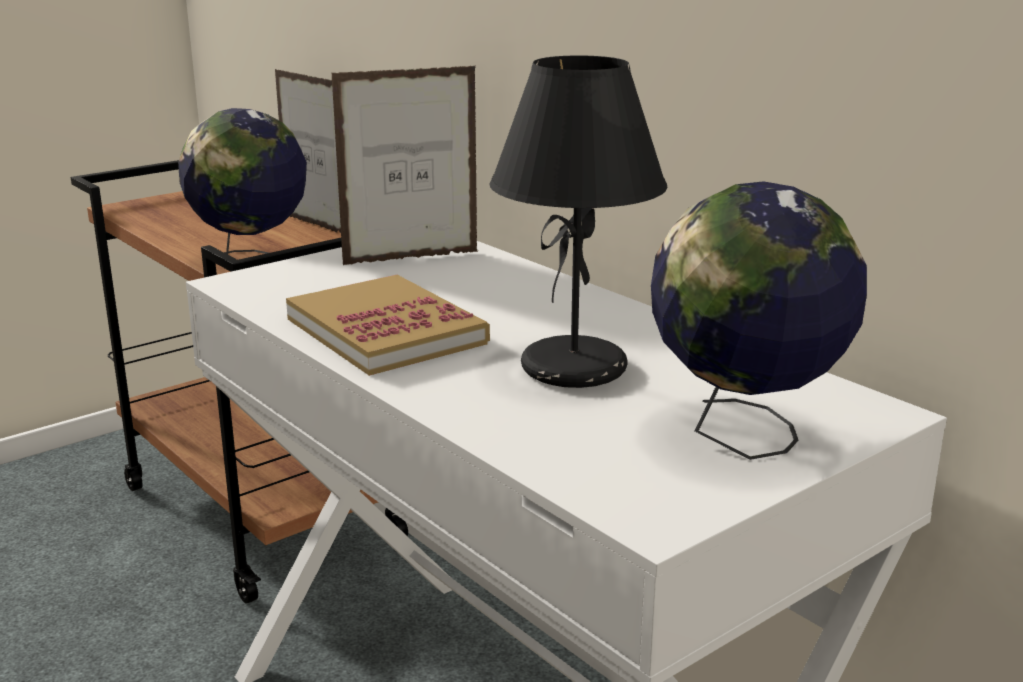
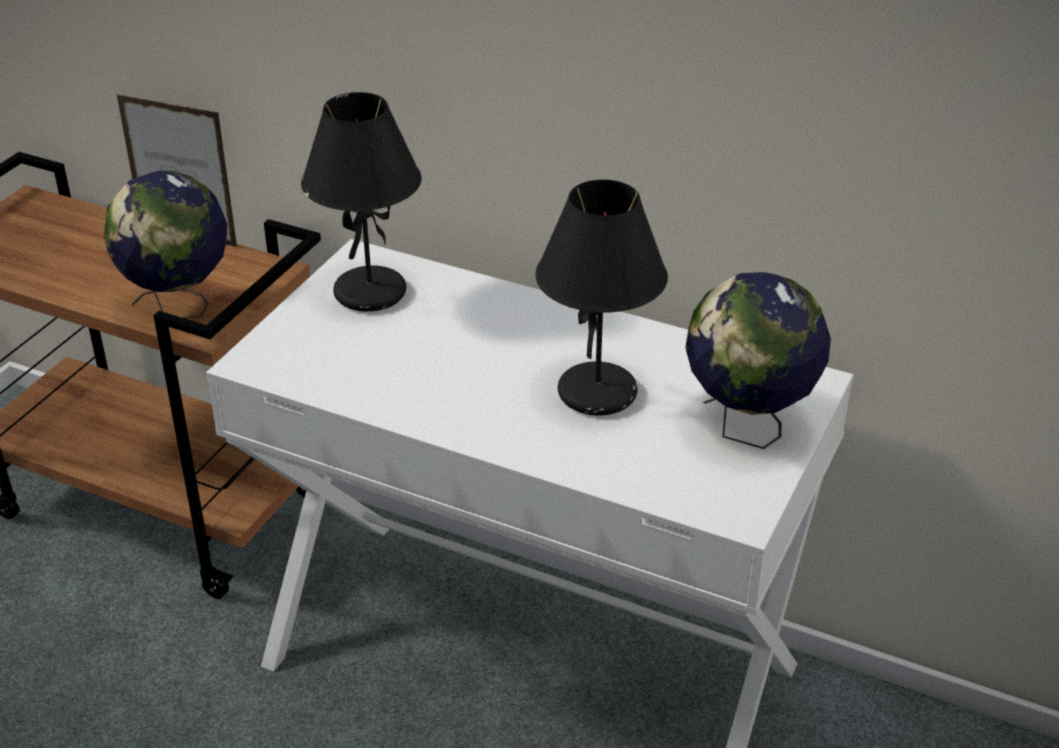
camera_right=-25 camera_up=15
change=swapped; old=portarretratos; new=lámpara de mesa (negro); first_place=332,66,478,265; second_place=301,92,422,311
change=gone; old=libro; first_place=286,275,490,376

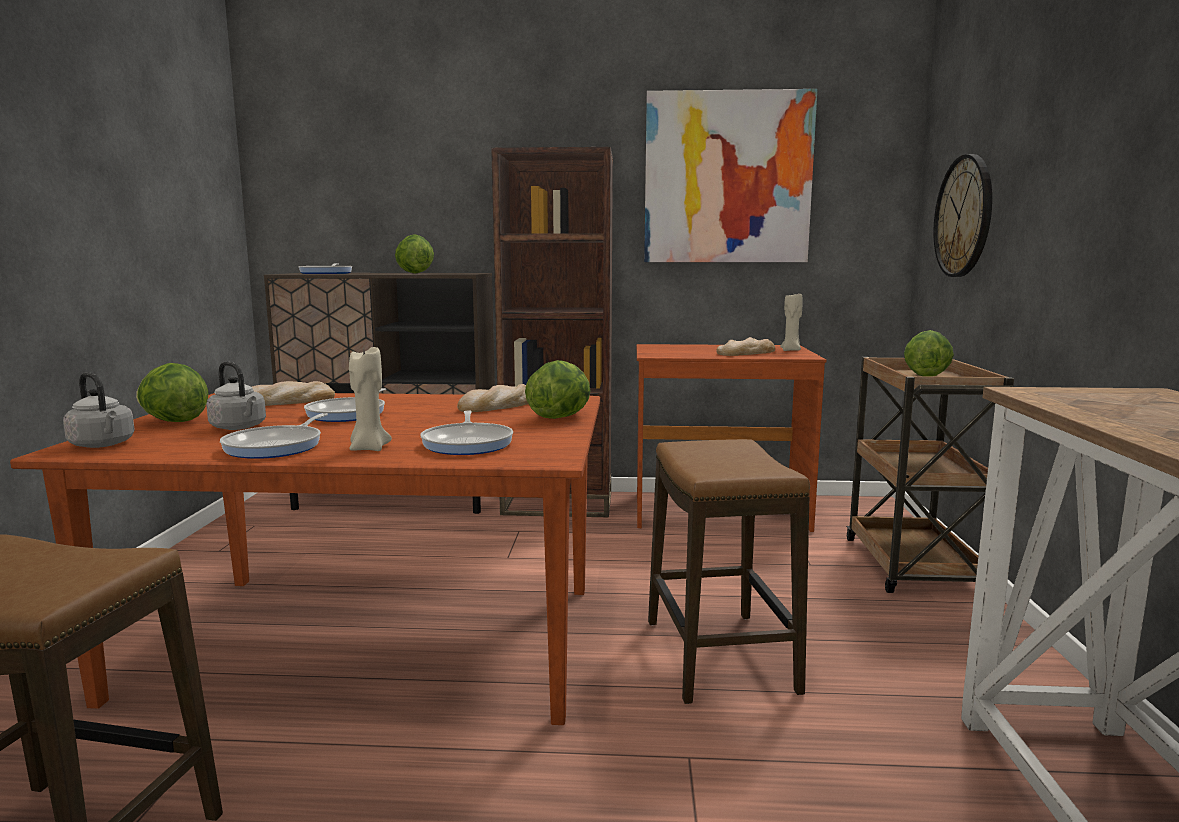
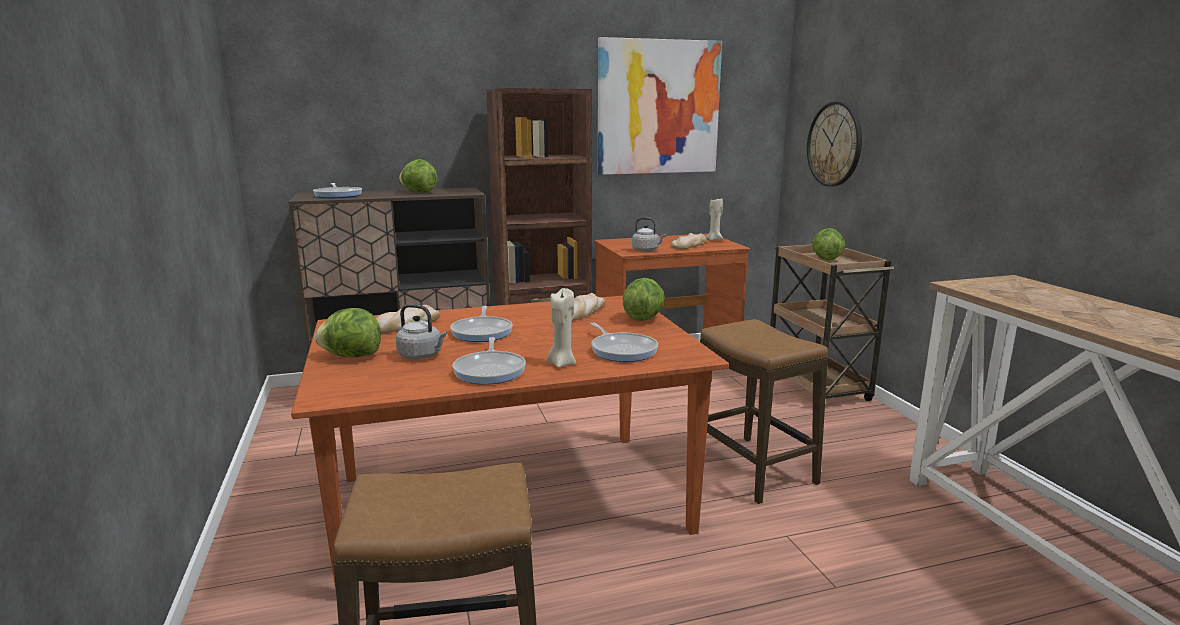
camera_right=-20 camera_up=5
change=shifted; old=hervidor (gris); first_place=63,372,135,448; second_place=632,217,666,252

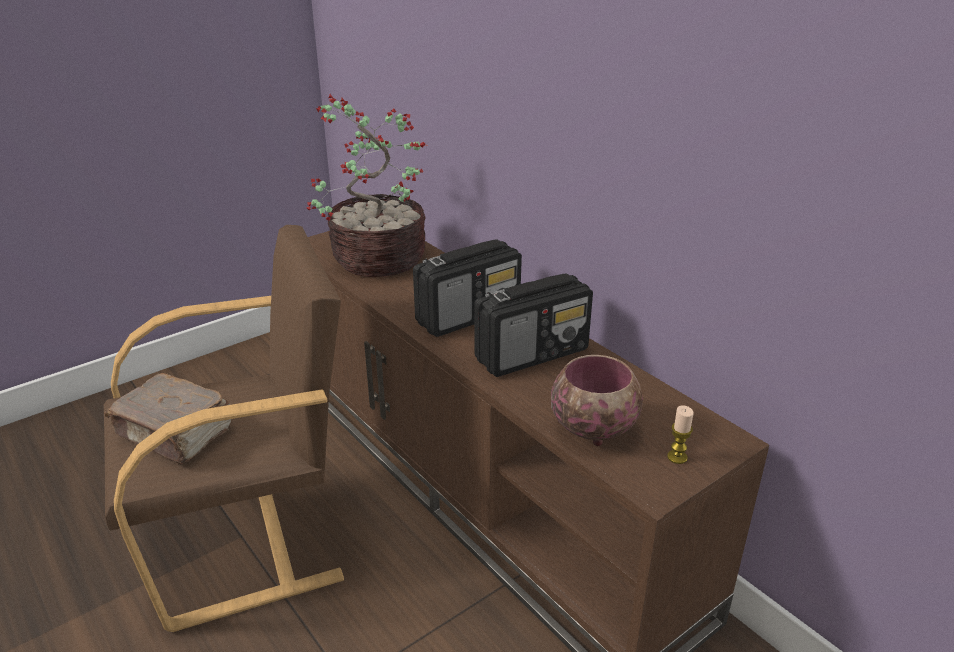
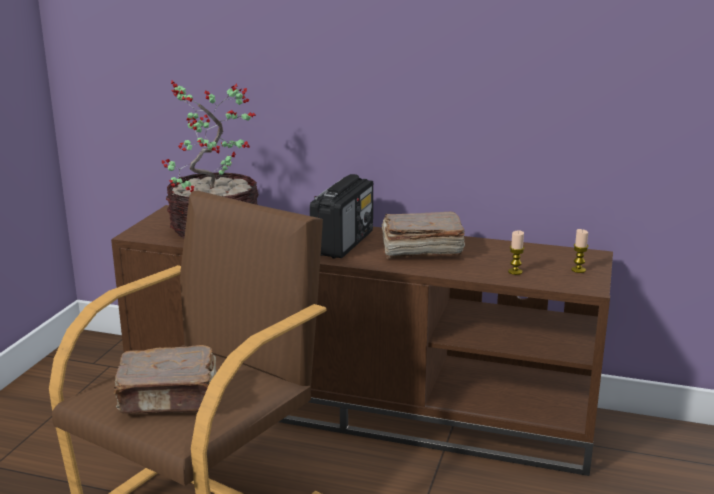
camera_right=-35 camera_up=-10
change=swapped; old=radio; new=libro (marrón); first_place=474,273,593,377; second_place=382,212,465,259
change=swapped; old=cuenco; new=vela; first_place=551,355,643,446; second_place=508,230,524,275

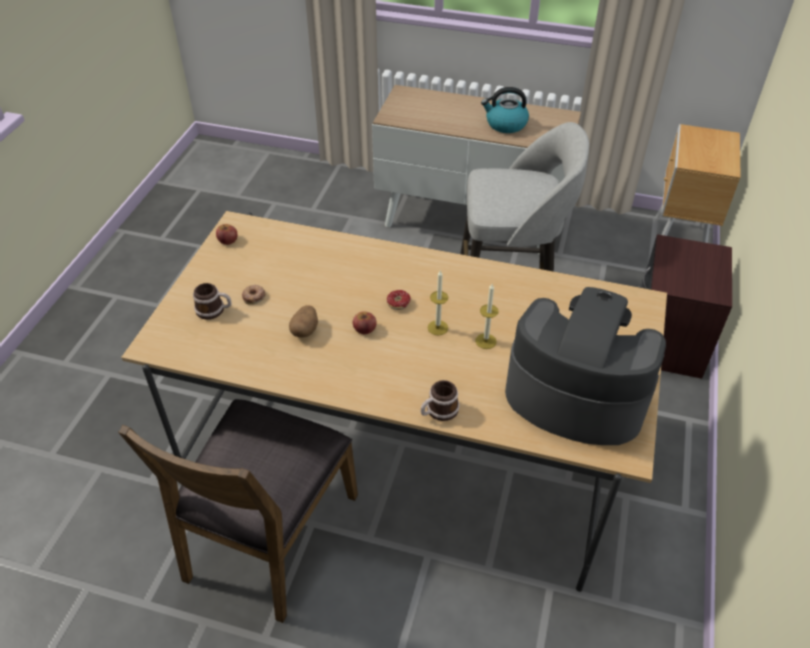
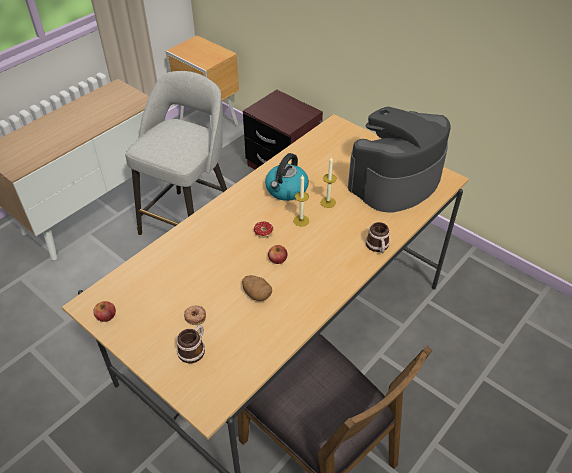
camera_right=-65 camera_up=0
change=shifted; old=hervidor; first_place=481,87,529,133; second_place=265,153,309,201

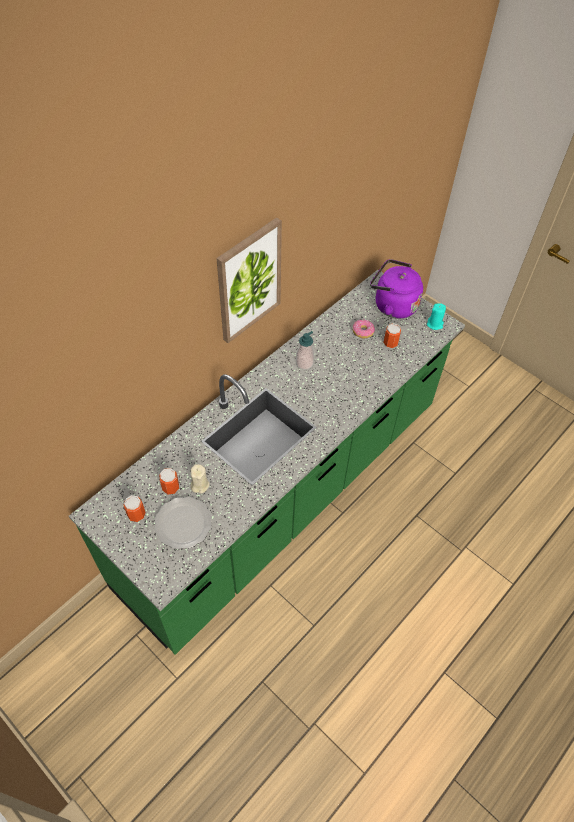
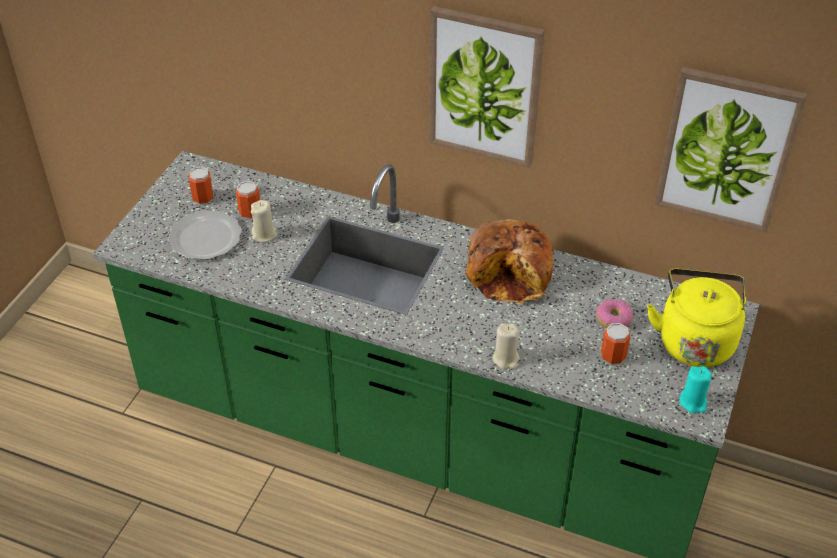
camera_right=70 camera_up=-10
change=repainted; old=hervidor (morado); new=hervidor (amarillo); first_place=370,259,423,319; second_place=647,269,746,367
change=swapped; old=dispensador de jabón; new=pan; first_place=296,331,314,370; second_place=465,219,553,304
change=new; new=cuadro; second_place=655,67,807,233
change=new; new=vela (beis); second_place=493,323,520,369

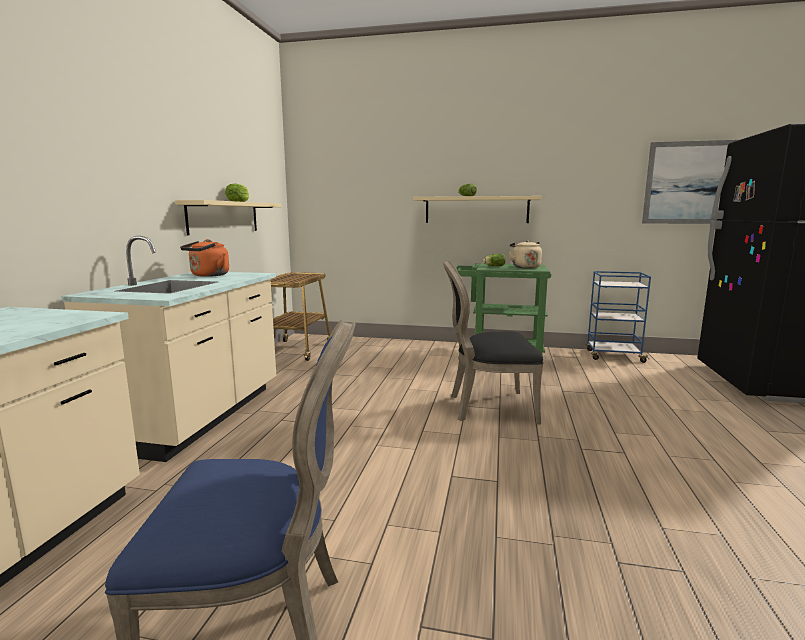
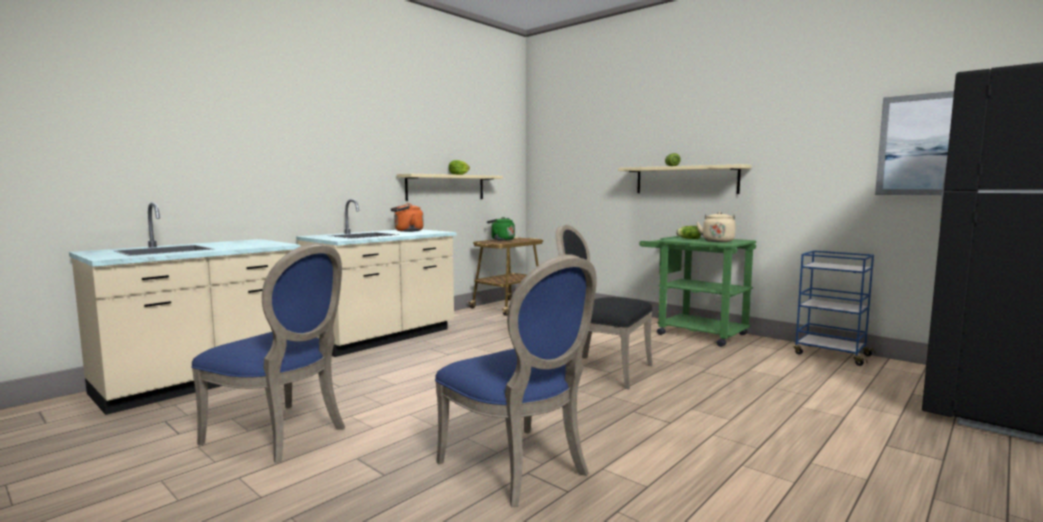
camera_right=30 camera_up=-5
change=new; new=hervidor (verde); second_place=487,217,515,241
change=new; new=silla (azul); second_place=435,254,597,507

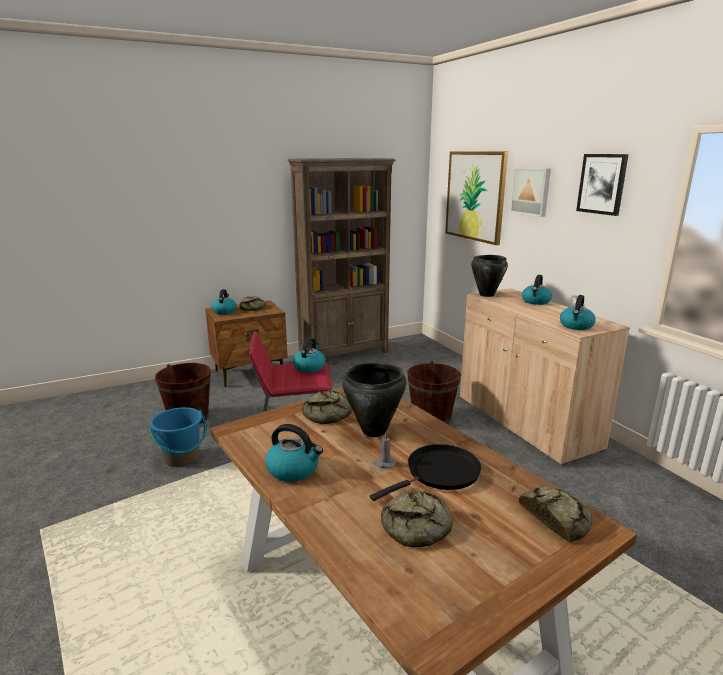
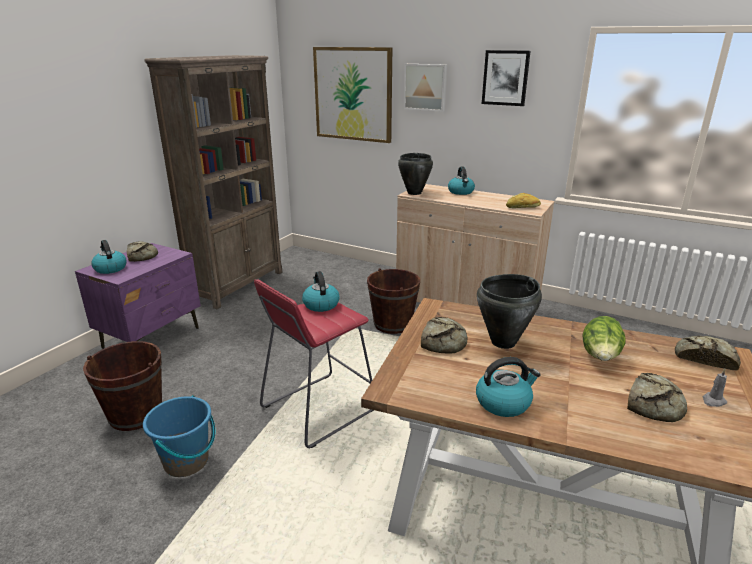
camera_right=-35 camera_up=5
change=swapped; old=hervidor; new=pan; first_place=560,295,596,330; second_place=506,193,541,208
change=repainted; old=mesita de noche (marrón); new=mesita de noche (morado); first_place=205,301,288,387; second_place=75,243,201,349
change=shifted; old=vela (gris); first_place=373,433,396,468; second_place=703,369,727,407
change=swapped; old=sartén (negro); new=lechuga; first_place=370,444,481,501; second_place=582,316,626,361

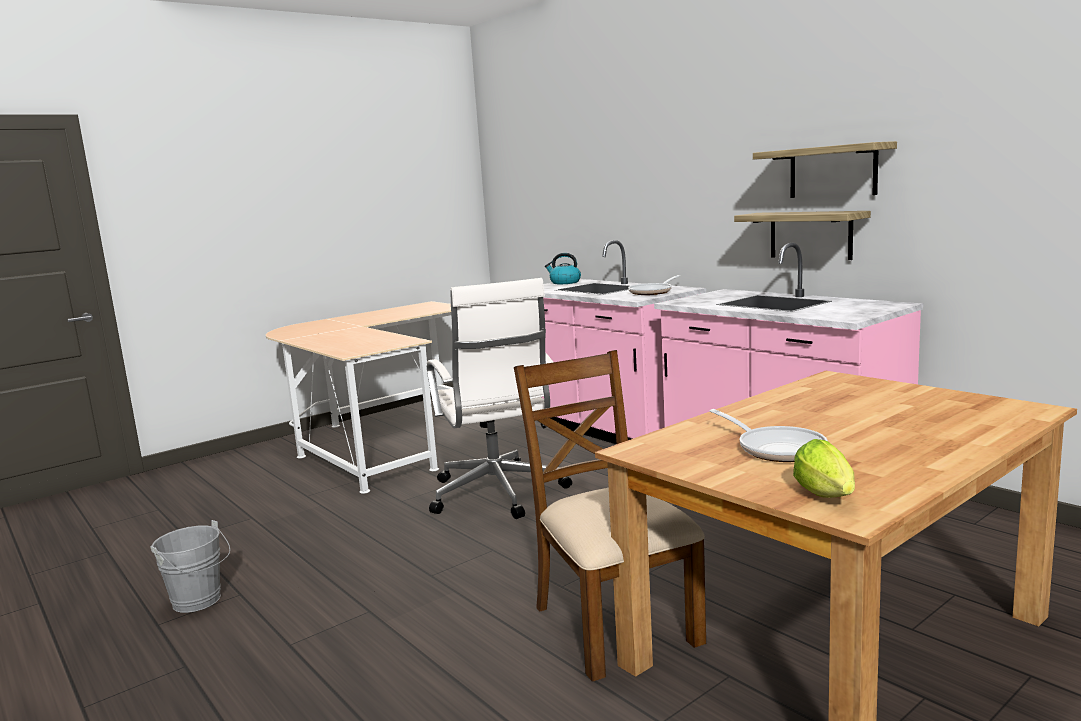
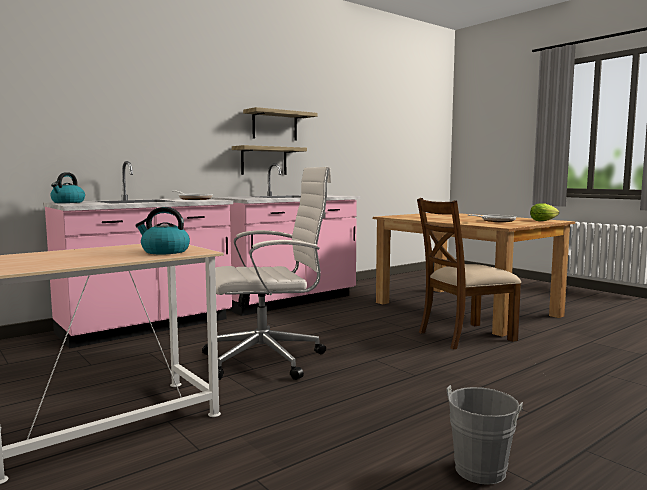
camera_right=-90 camera_up=-5
change=new; new=hervidor; second_place=135,207,190,254

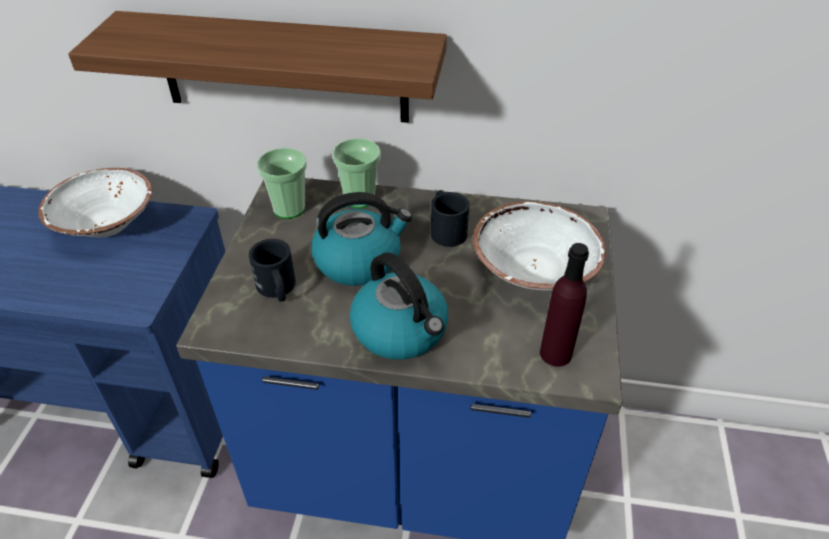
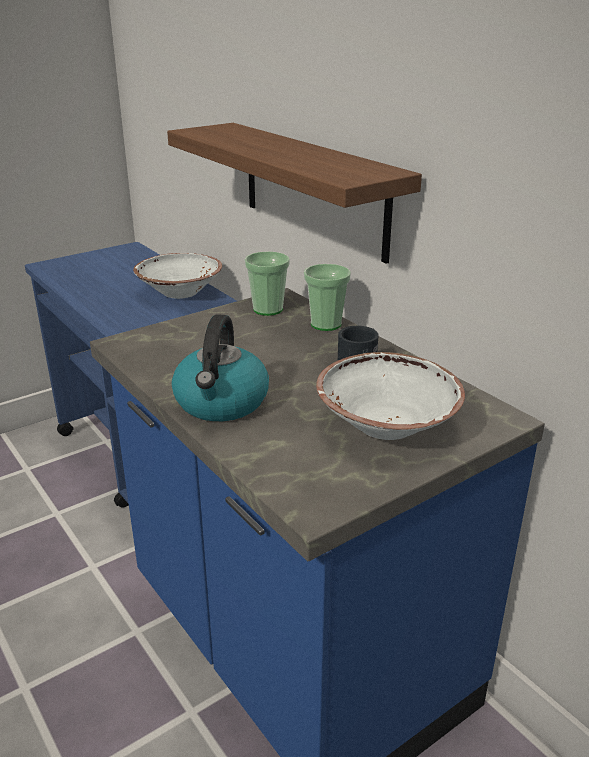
camera_right=45 camera_up=-15
change=gone; old=hervidor; first_place=311,192,412,286
change=gone; old=taza grande (negro); first_place=249,239,296,302
change=gone; old=botella (morado); first_place=540,243,589,367

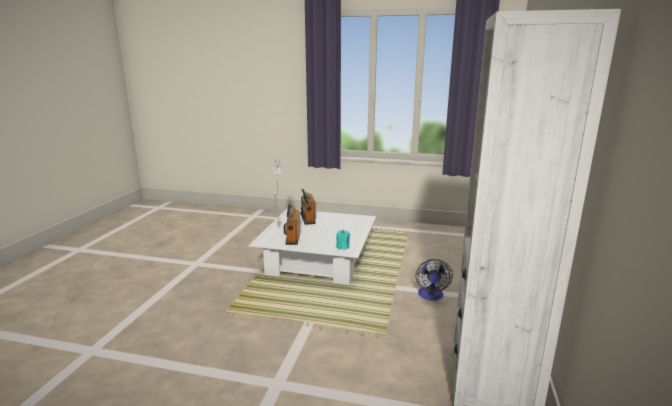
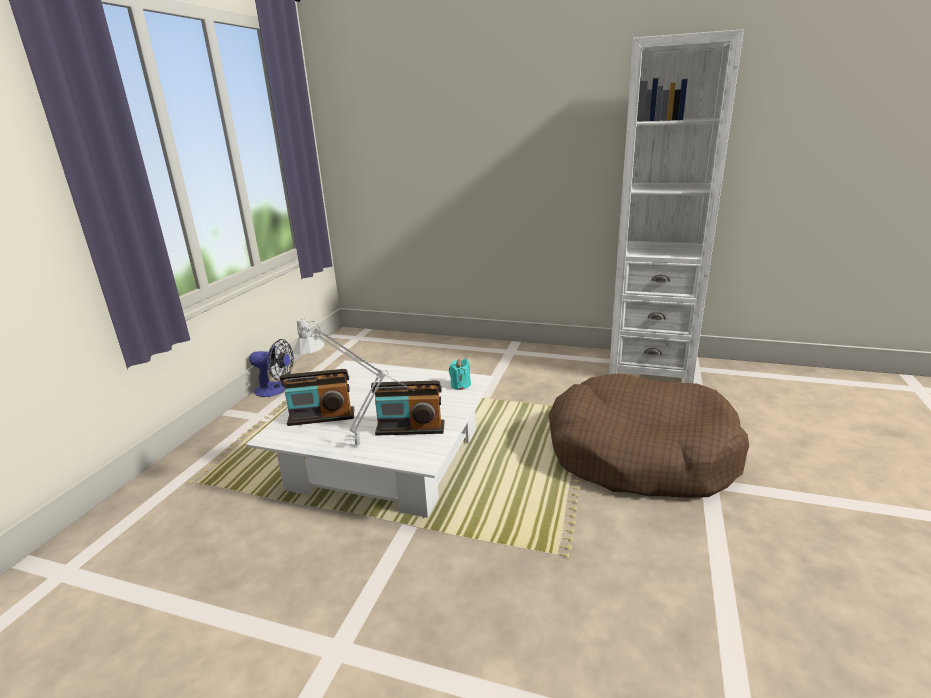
camera_right=-85 camera_up=5
change=shifted; old=ventilador; first_place=415,259,453,300; second_place=249,339,294,397
change=new; new=cama para perro (marrón); second_place=549,373,749,498

